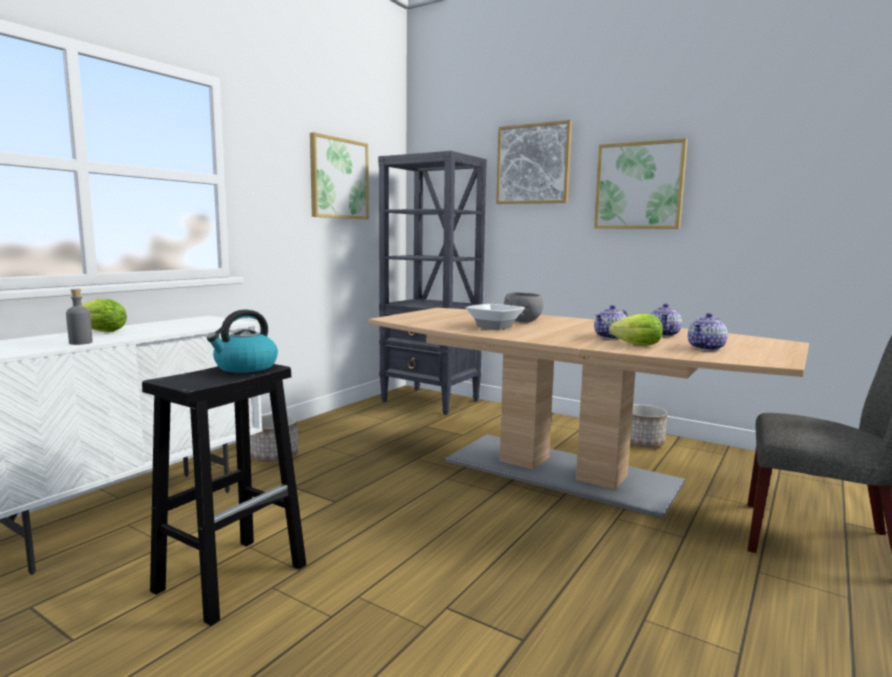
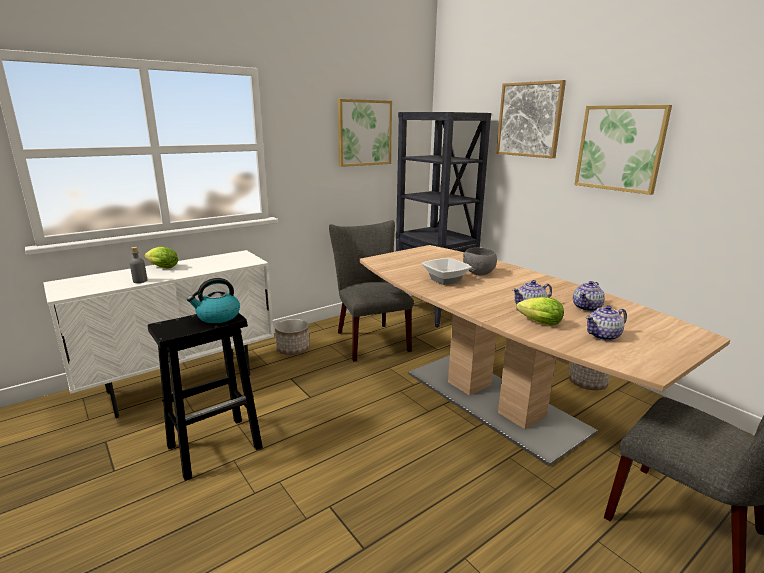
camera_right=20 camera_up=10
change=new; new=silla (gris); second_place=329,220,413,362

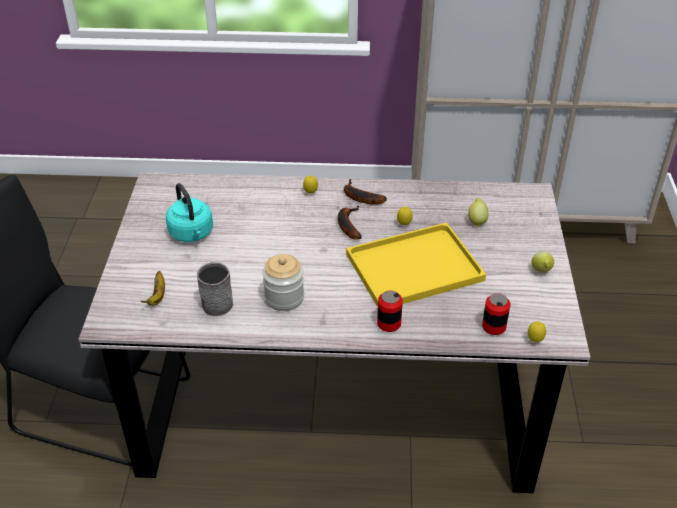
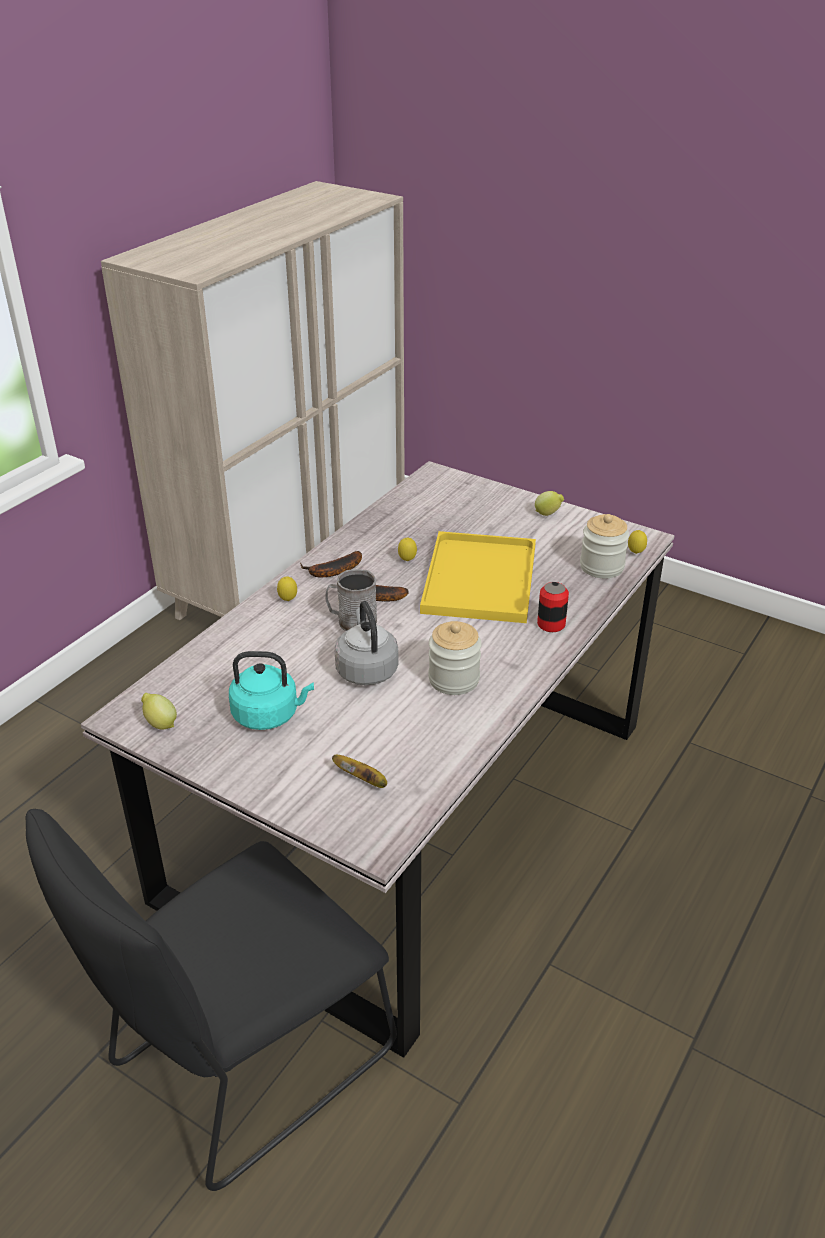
camera_right=-60 camera_up=-5
change=shifted; old=limón; first_place=468,198,488,227; second_place=141,693,177,730
change=shifted; old=taza grande (gris); first_place=197,262,233,316; second_place=325,569,377,631
change=swapped; old=lata; new=tarro; first_place=482,293,511,335; second_place=580,514,629,578
change=new; new=hervidor (gris); second_place=334,601,399,685

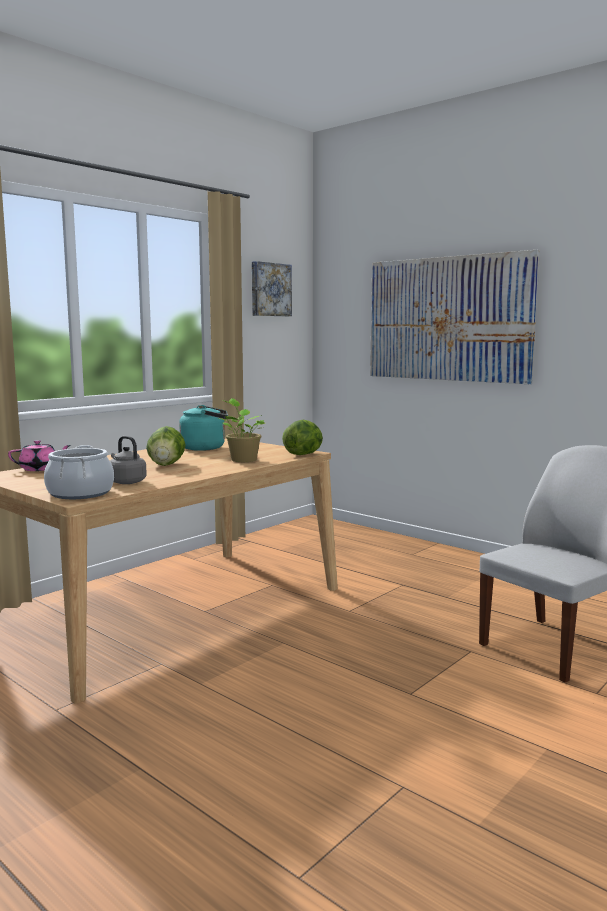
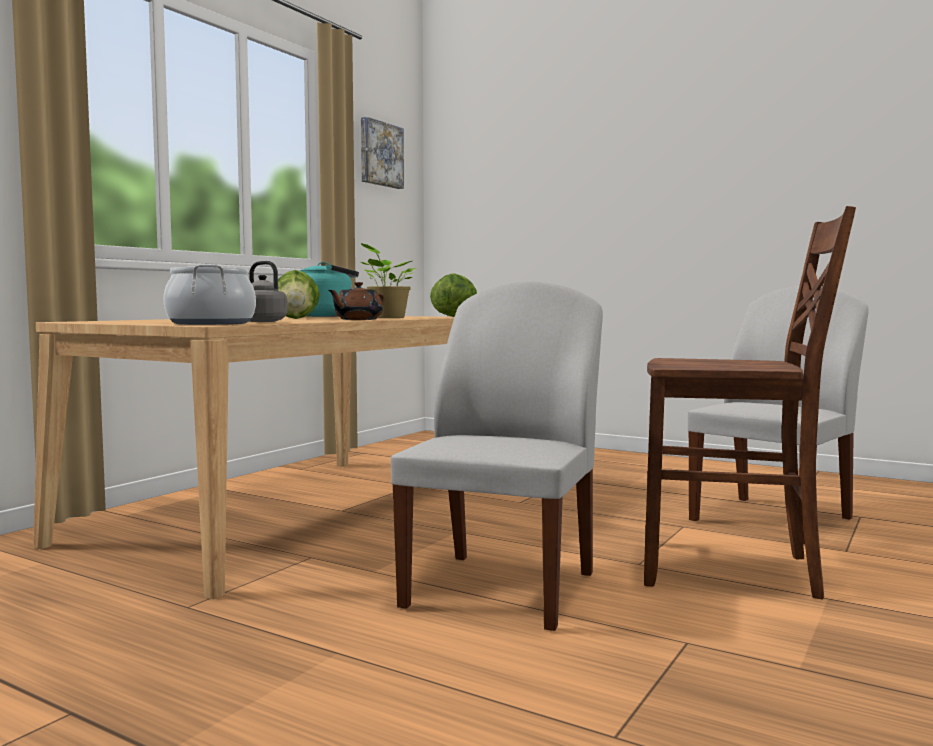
camera_right=-10 camera_up=-5
change=gone; old=cuadro; first_place=370,250,540,384
change=gone; old=tetera (rosa); first_place=8,440,71,471
change=new; new=silla (marrón); second_place=644,206,856,599
change=new; new=silla (blanco); second_place=391,281,603,631
change=new; new=tetera (marrón); second_place=328,282,385,320

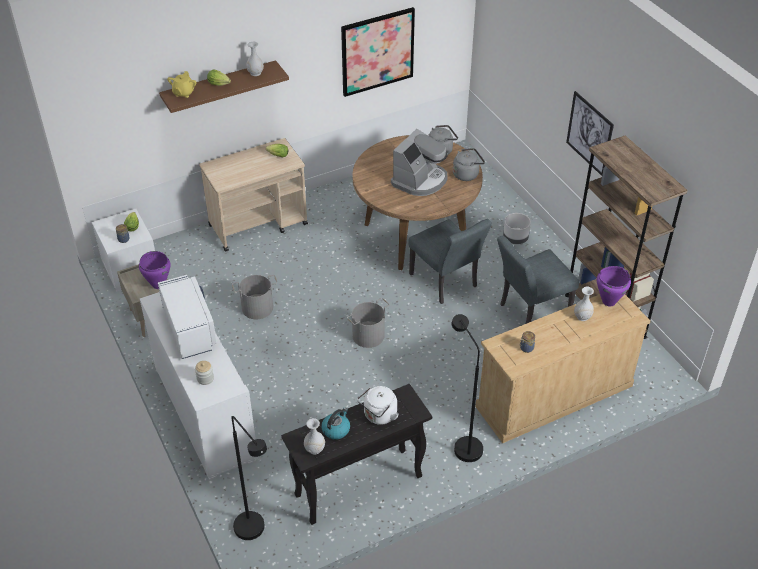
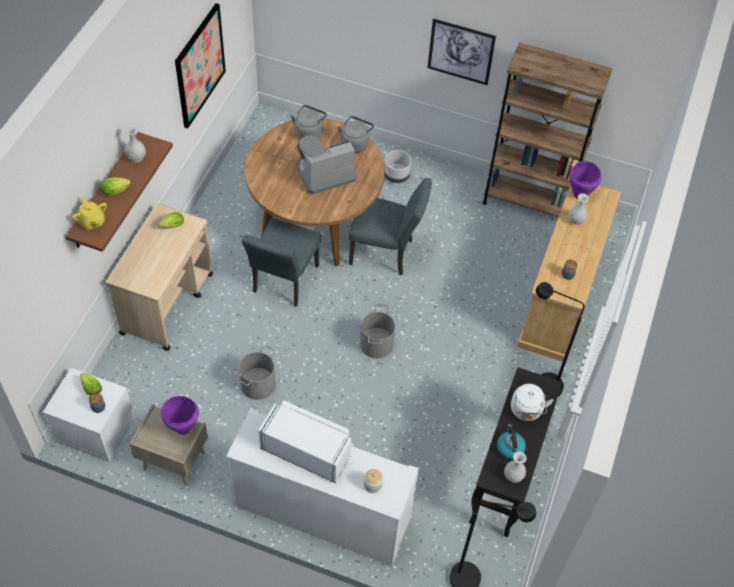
camera_right=-45 camera_up=10
change=rotated; old=cafetera; first_place=391,129,447,196; second_place=297,135,357,195; degrees=-105
change=shifted; old=silla (gris); first_place=497,235,579,324; second_place=242,218,321,307

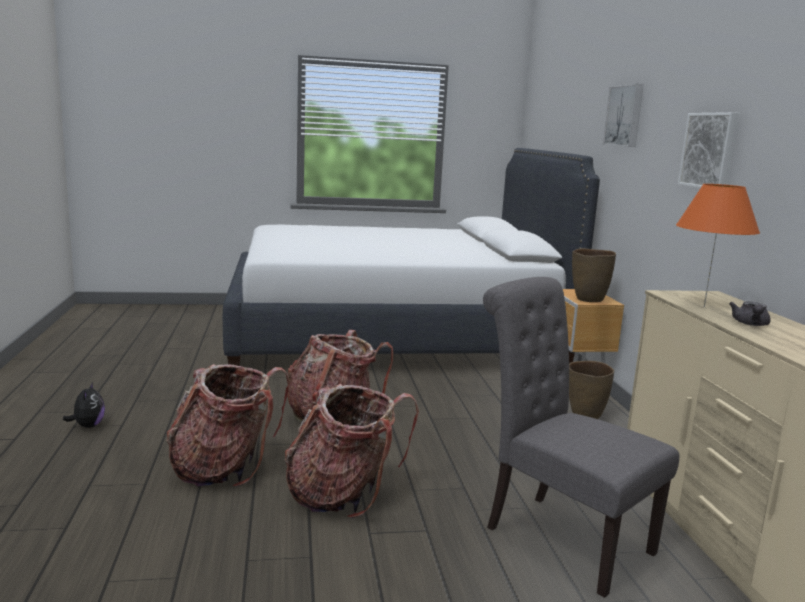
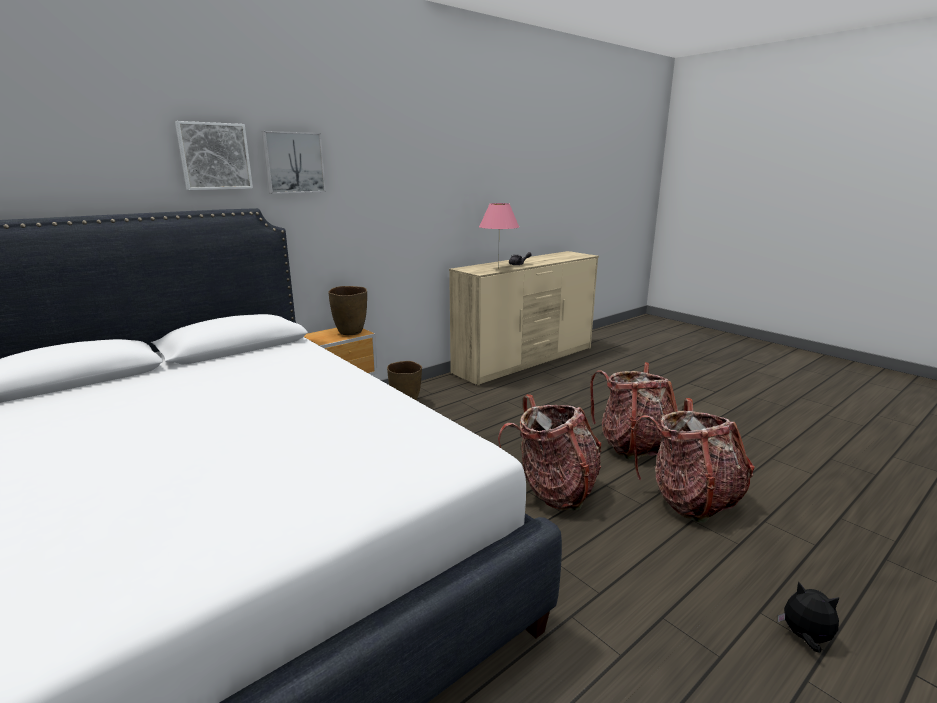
camera_right=-120 camera_up=5
change=shifted; old=cuadro; first_place=678,112,740,188; second_place=175,121,253,190
change=repainted; old=lámpara de mesa (naranja); new=lámpara de mesa (rosa); first_place=676,184,760,307; second_place=479,203,519,269
change=gone; old=silla (gris); first_place=483,277,679,598
change=rotated; old=peluche; first_place=63,382,105,428; second_place=778,581,840,653; degrees=75

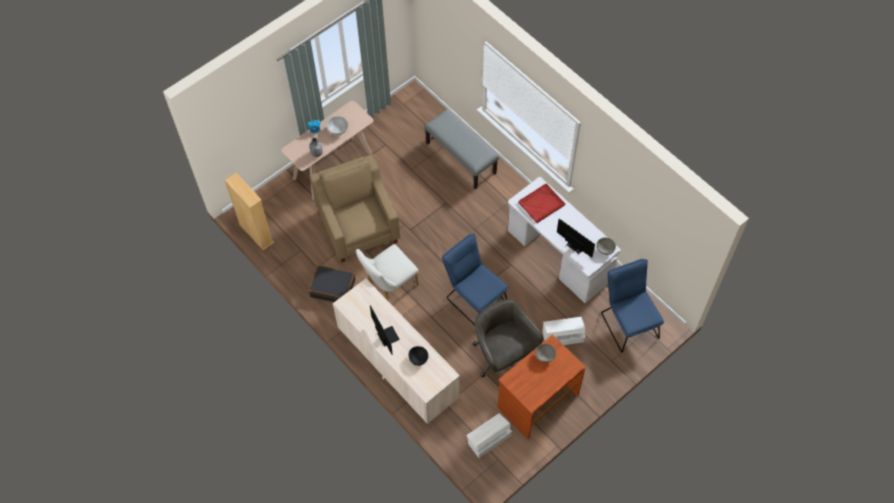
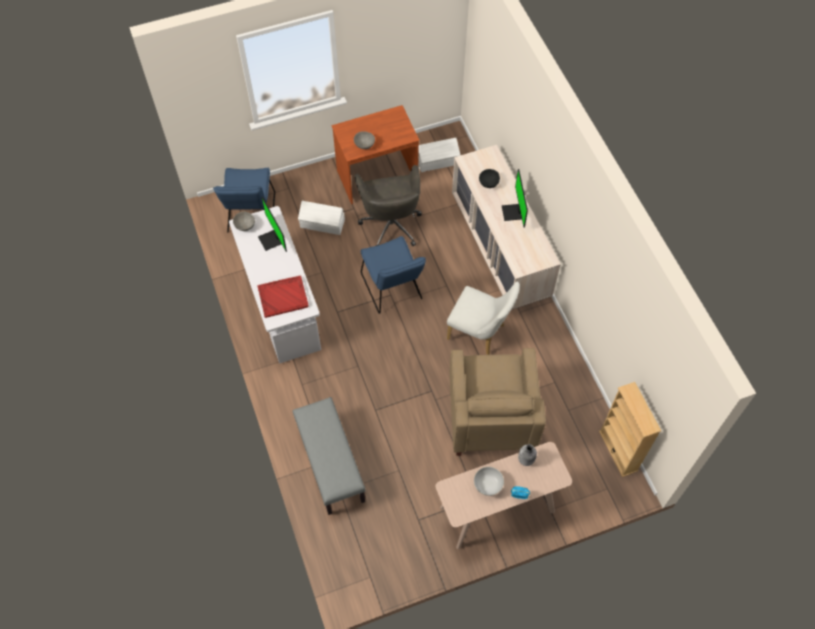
camera_right=-160 camera_up=0
change=rotated; old=silla (blanco); first_place=356,244,419,301; second_place=447,281,520,355; degrees=45
change=gone; old=maleta (negro); first_place=309,265,355,302

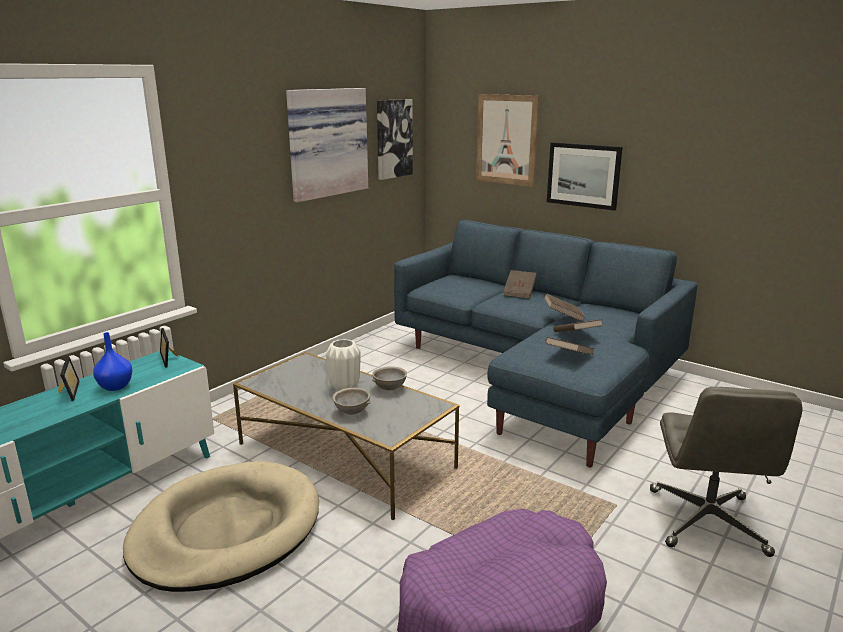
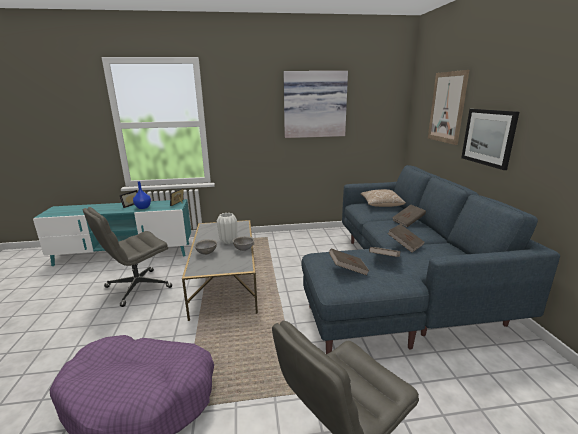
camera_right=45 camera_up=0
change=gone; old=cuadro; first_place=377,99,413,180
change=swapped; old=cama para perro (beis); new=silla de oficina (gris); first_place=123,461,319,592; second_place=83,207,172,307
change=new; new=cojín; second_place=361,189,406,207

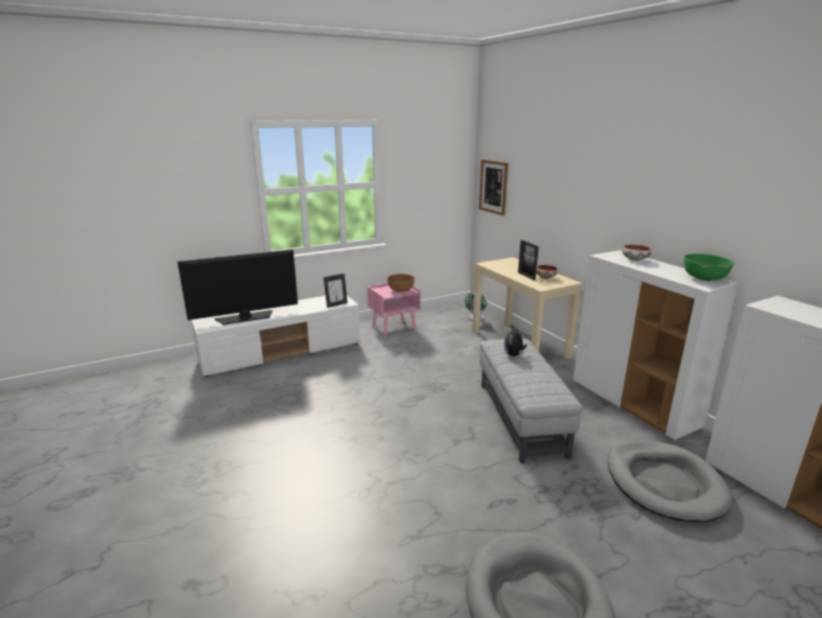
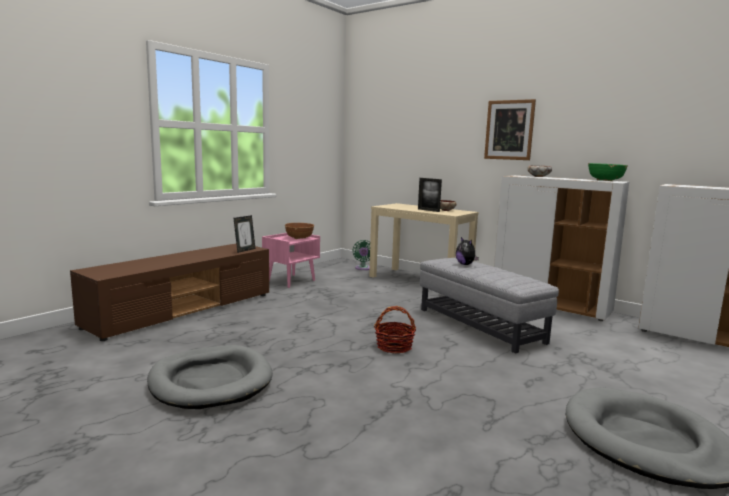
camera_right=-25 camera_up=-10
change=shifted; old=cuadro; first_place=479,159,508,216; second_place=484,99,536,160
change=gone; old=televisor; first_place=177,249,298,325
change=repainted; old=mueble de televisión (blanco); new=mueble de televisión (marrón); first_place=191,296,360,377; second_place=70,244,269,341
change=shifted; old=cama para perro (gris); first_place=608,441,733,522; second_place=147,345,273,409
change=new; new=cesta; second_place=374,306,416,354

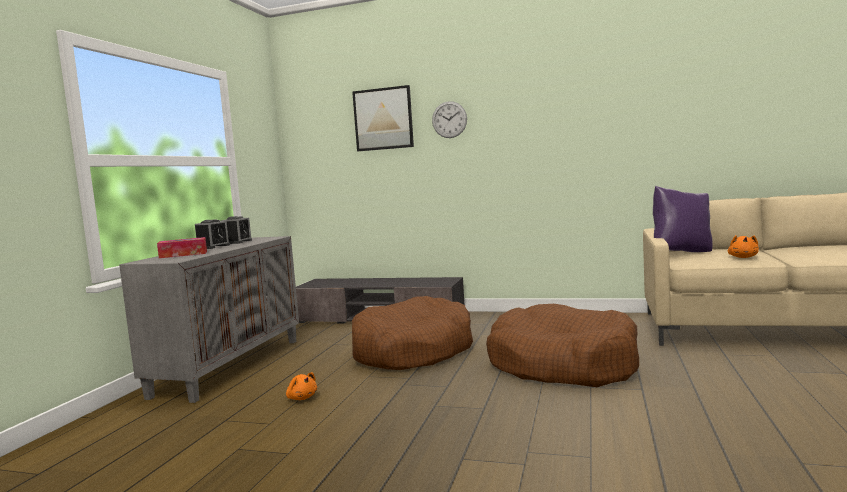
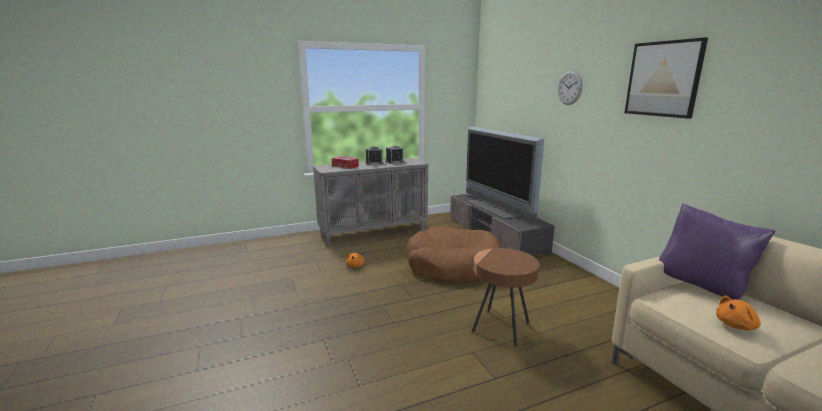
camera_right=50 camera_up=10
change=shifted; old=cuadro; first_place=352,85,414,151; second_place=624,37,708,119
change=swapped; old=cama para perro (marrón); new=mesa auxiliar (marrón); first_place=486,304,639,387; second_place=472,248,540,346
change=new; new=televisor; second_place=466,127,544,221

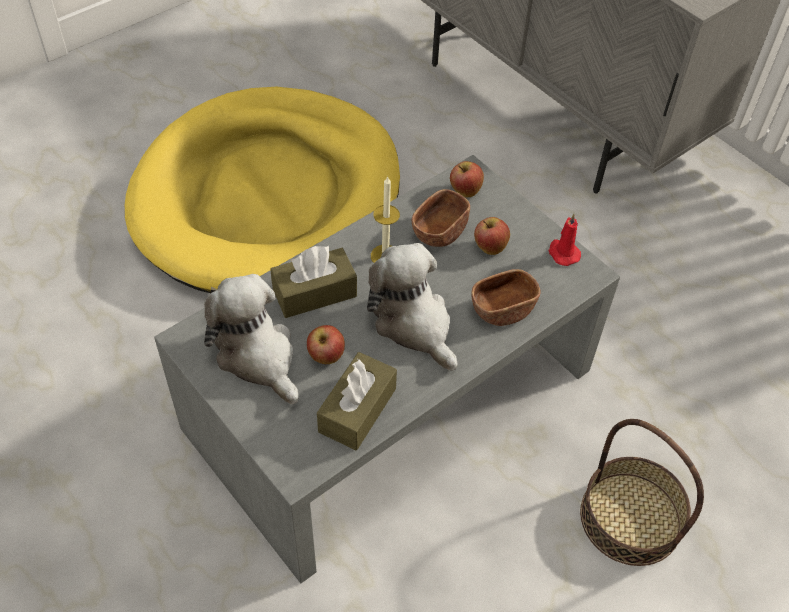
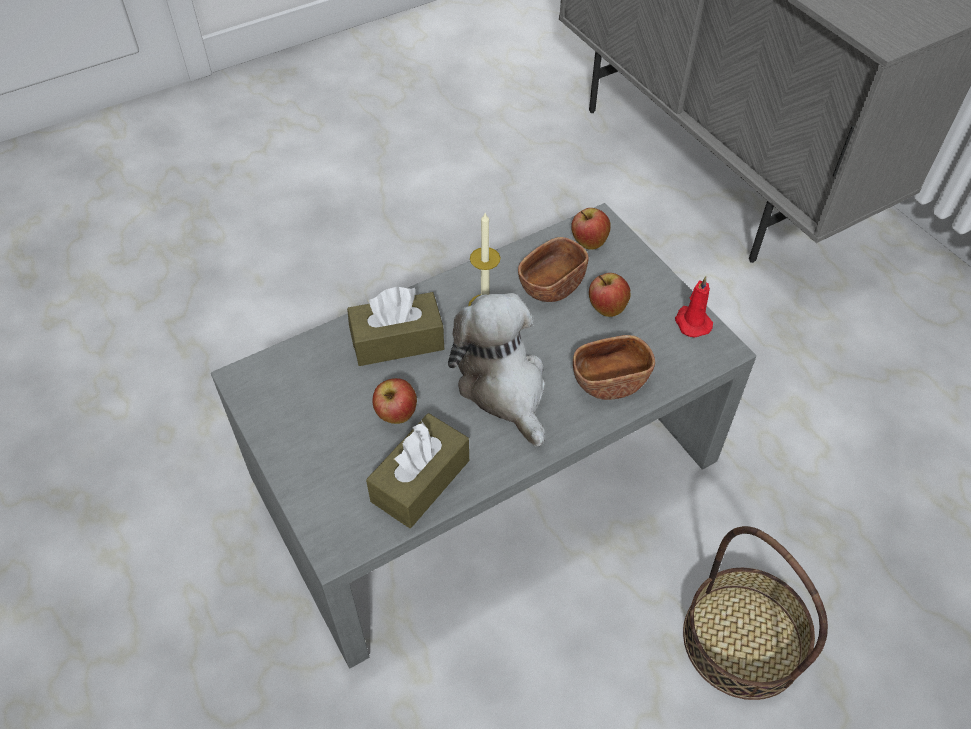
camera_right=10 camera_up=0
change=gone; old=cama para perro (amarillo); first_place=125,87,400,293
change=gone; old=peluche; first_place=204,274,299,405

